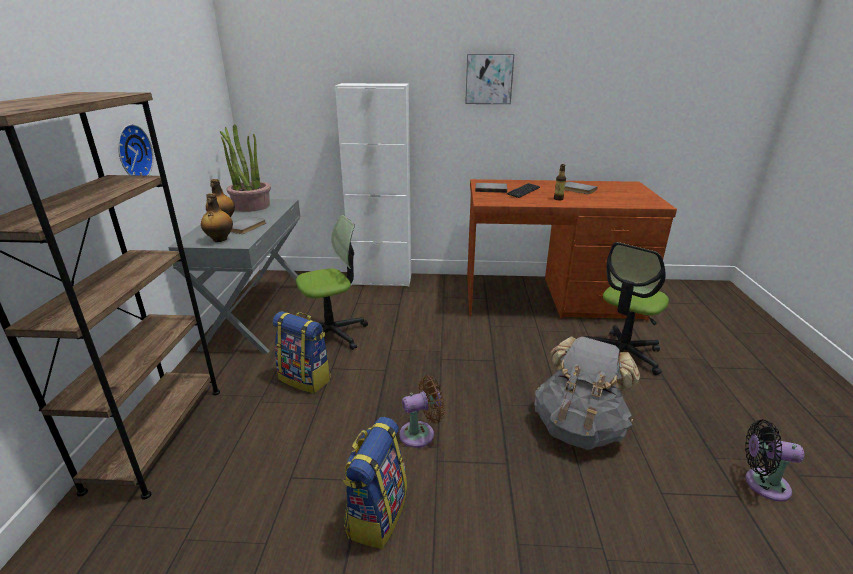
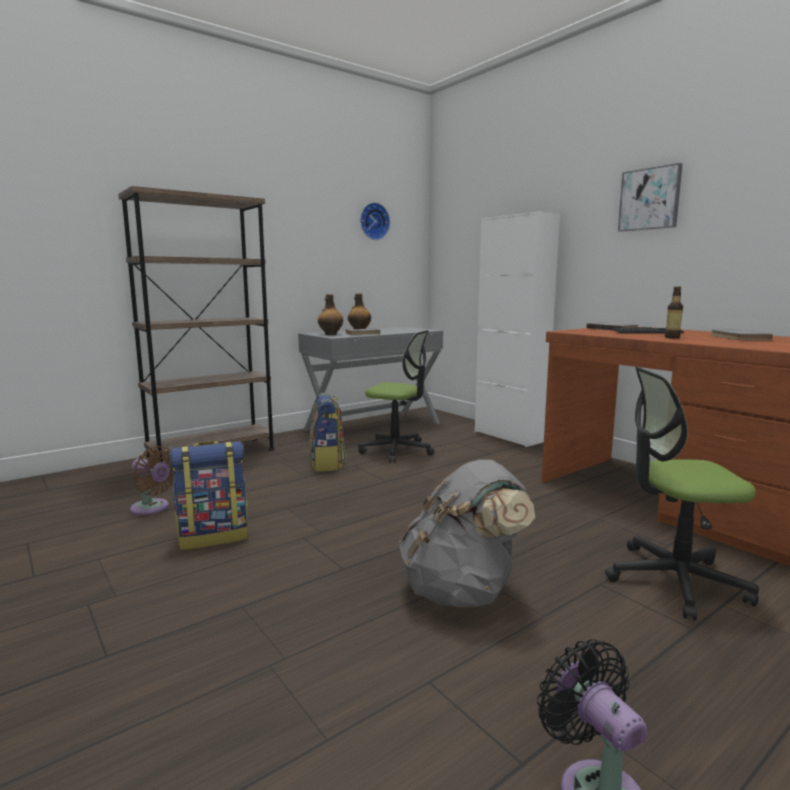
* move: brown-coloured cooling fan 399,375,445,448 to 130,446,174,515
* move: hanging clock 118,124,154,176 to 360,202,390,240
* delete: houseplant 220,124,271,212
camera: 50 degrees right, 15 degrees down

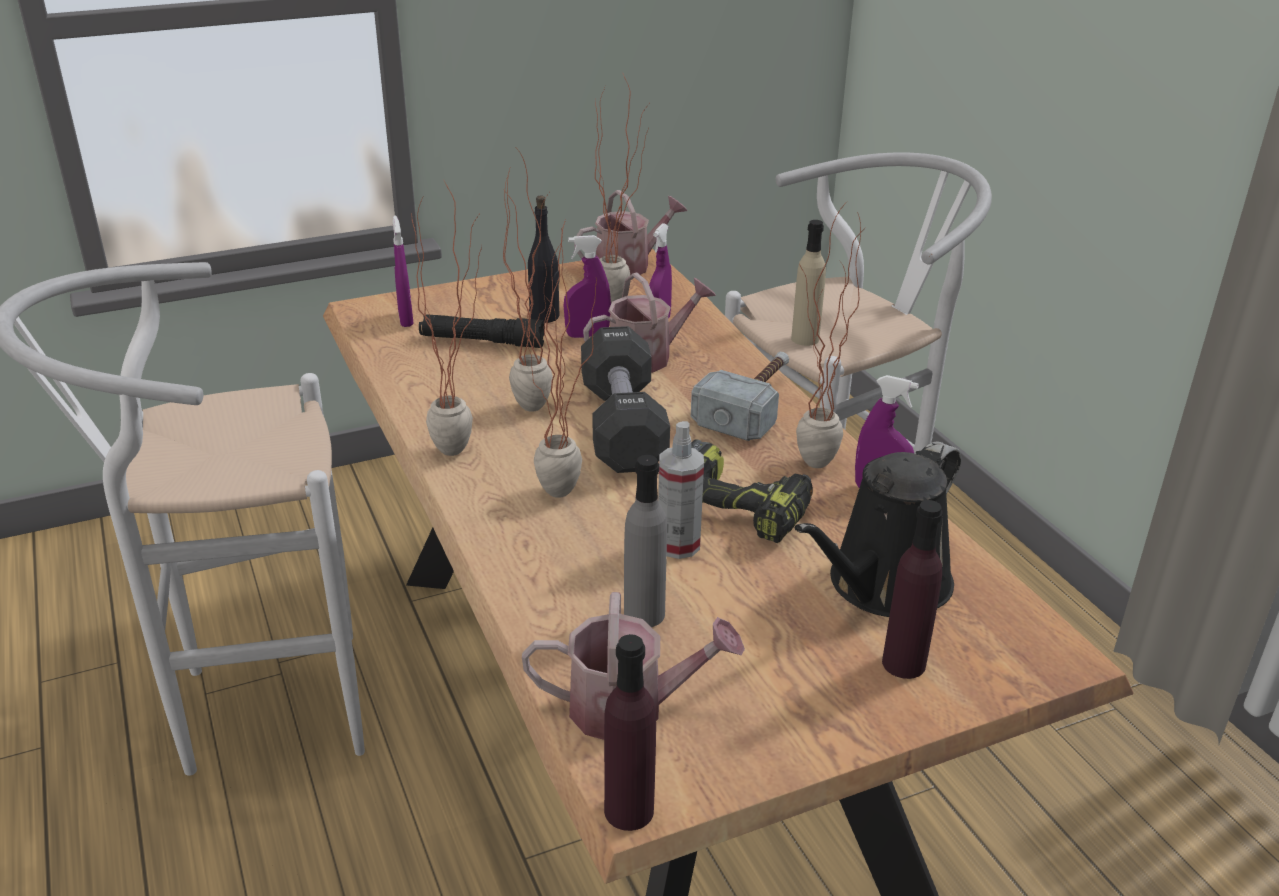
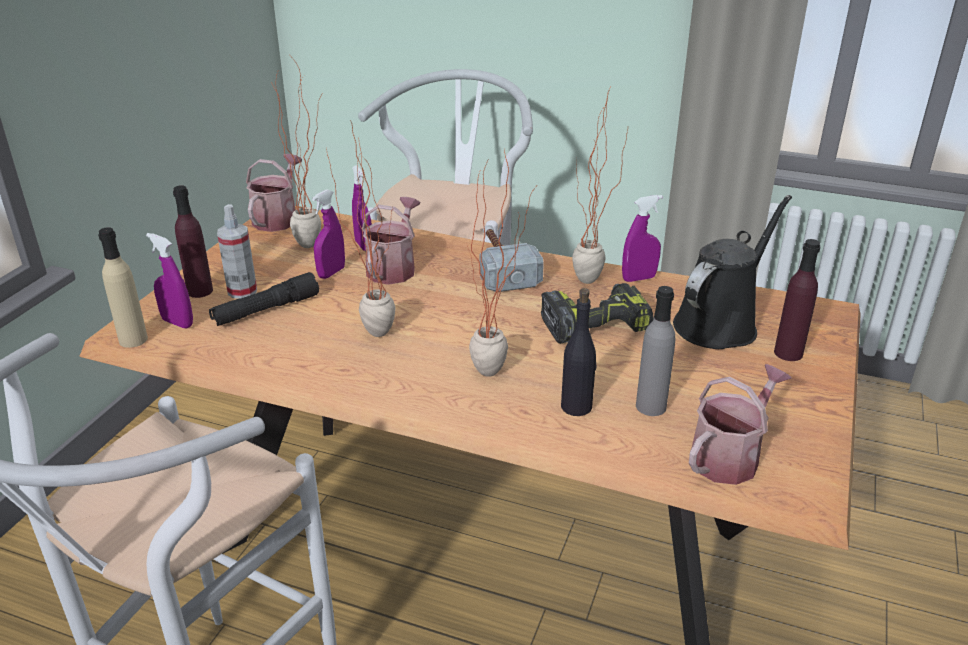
* move: beige bottle 791,220,826,346 to 98,227,148,348
* move: purplish bottle 604,634,656,831 to 173,185,213,298
* move: spray bottle 658,421,704,559 to 217,204,257,299
* move: black bottle 528,196,560,323 to 561,288,596,416
* rotate: black sprinkling can 795,441,961,617 = 673,195,792,349 135 degrees counterclockwise
* delete: houseplant 411,179,482,456
* delete: black dumbbell 581,326,670,473
camera: 45 degrees left, 0 degrees up

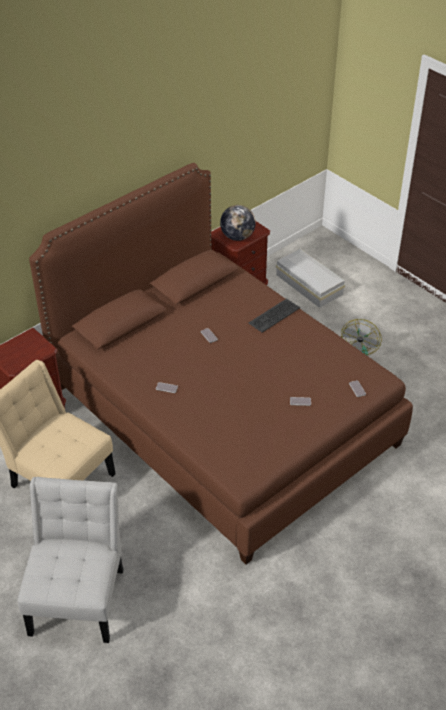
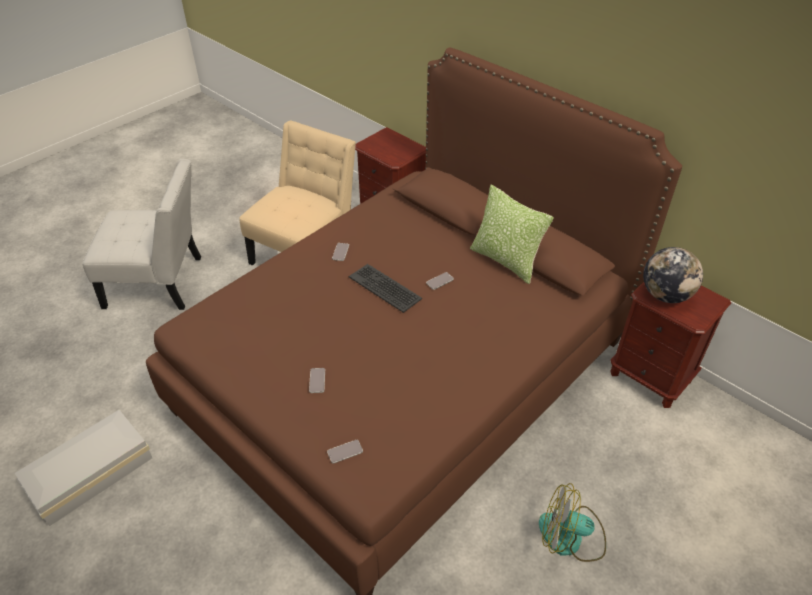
* move: white-coloured storage bin 276,249,345,308 to 15,410,152,526
* move: computer keyboard 249,299,300,333 to 349,264,422,313
* insert: throw pillow 470,185,554,284
camera: 85 degrees right, 0 degrees up

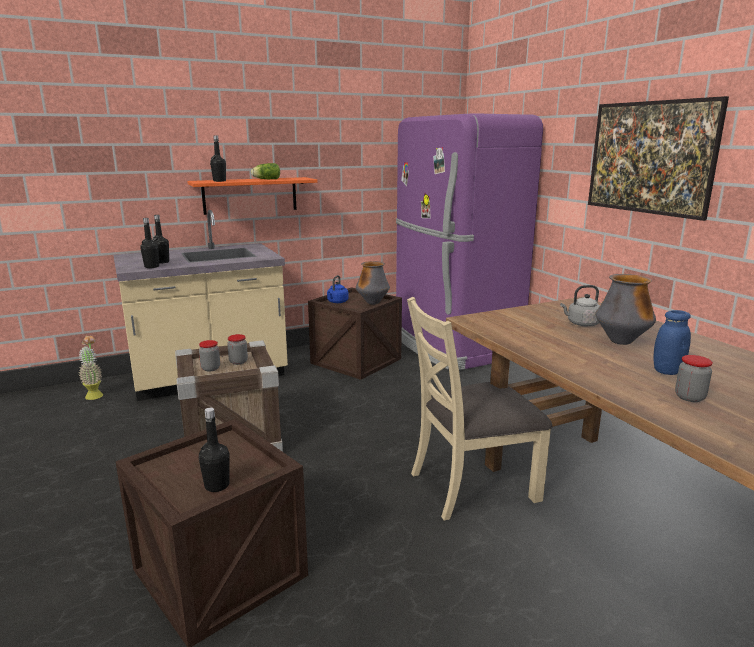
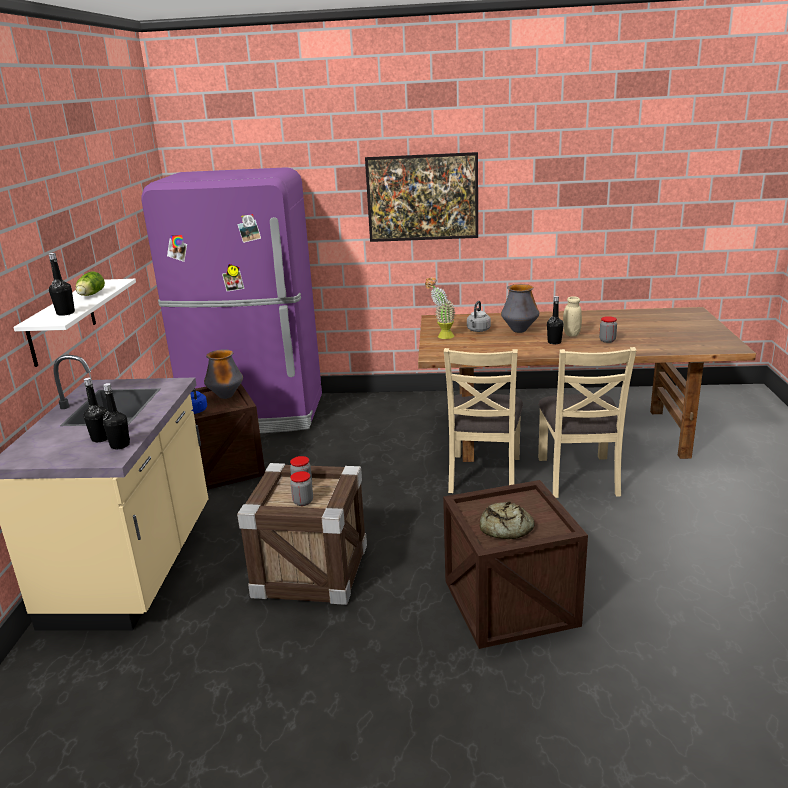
* recolor: orange-coloured shelf 187,177,317,215 to white-coloured shelf 14,279,136,367
* move: houseplant 79,335,103,400 to 425,277,455,339
* insert: bakery bread 480,502,535,539
* insert: beige chair 538,347,636,498
* move: black bottle 199,408,230,492 to 547,296,564,344
* recolor: blue storage jar 653,310,691,375 to beige storage jar 563,296,582,337
camera: 60 degrees left, 5 degrees up

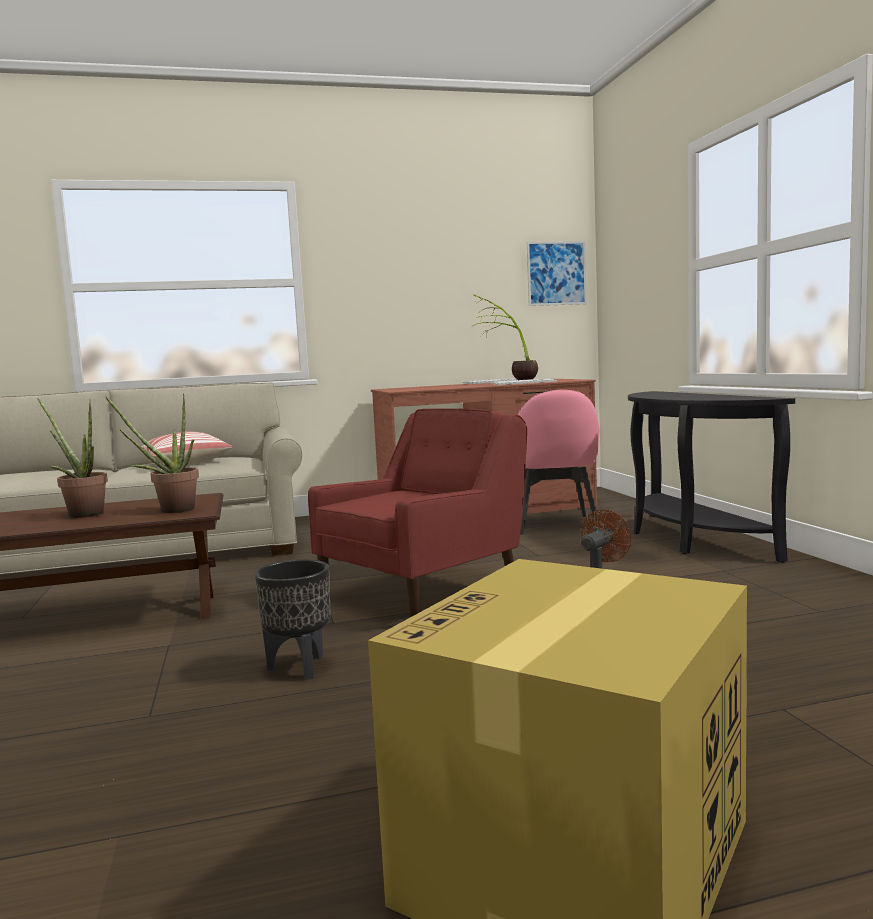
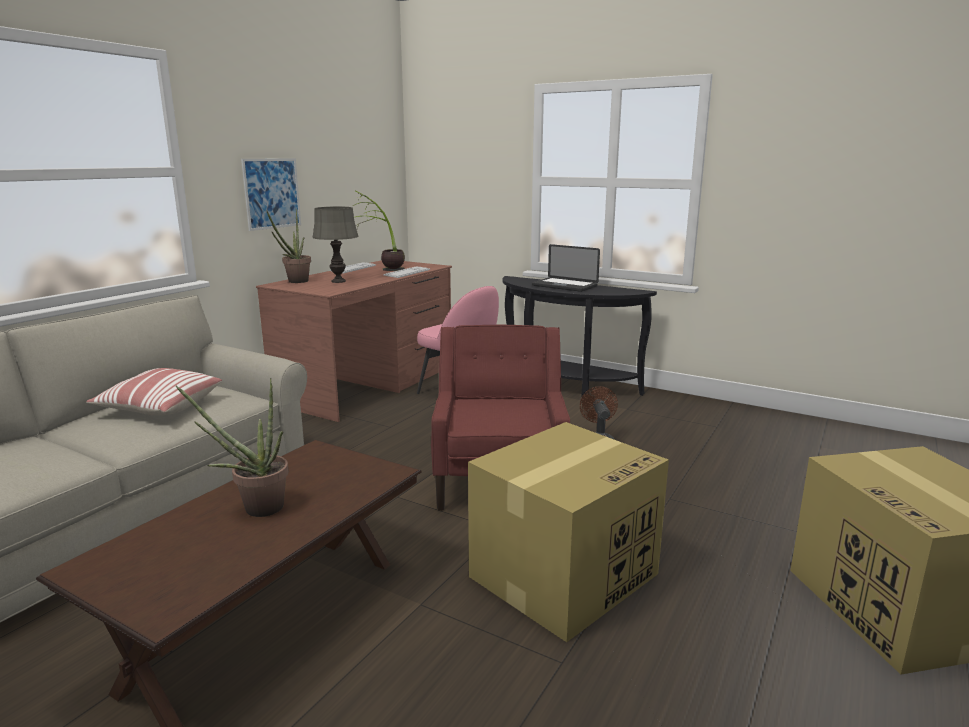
* move: picture 527,241,587,306 to 241,158,301,231
* move: houseplant 105,394,199,513 to 266,209,311,283
* insert: grey lamp for a table 312,207,359,283
* replace: black planter 255,559,331,680 to carton 468,422,669,642
* insert: notebook computer 532,244,600,292
camera: 45 degrees left, 10 degrees up

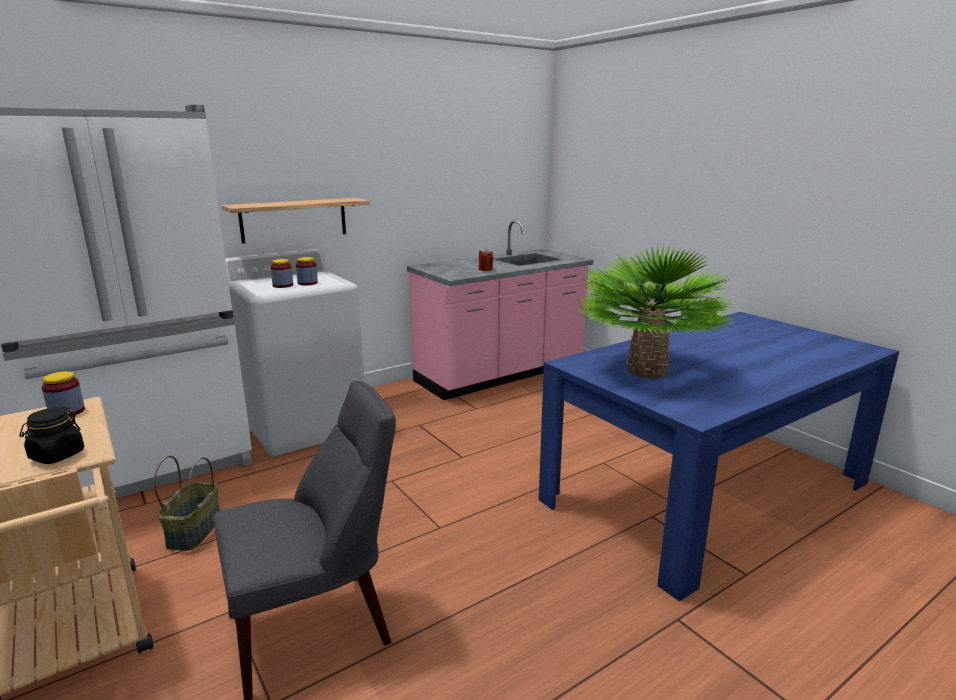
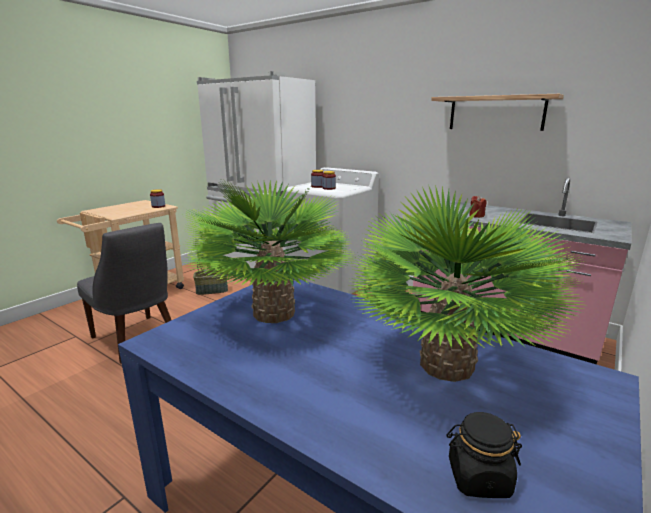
* insert: houseplant 350,184,586,382
* move: shelf 222,198,370,243 to 431,94,564,131
* move: black storage jar 19,407,84,464 to 446,412,522,498
camera: 70 degrees right, 0 degrees up

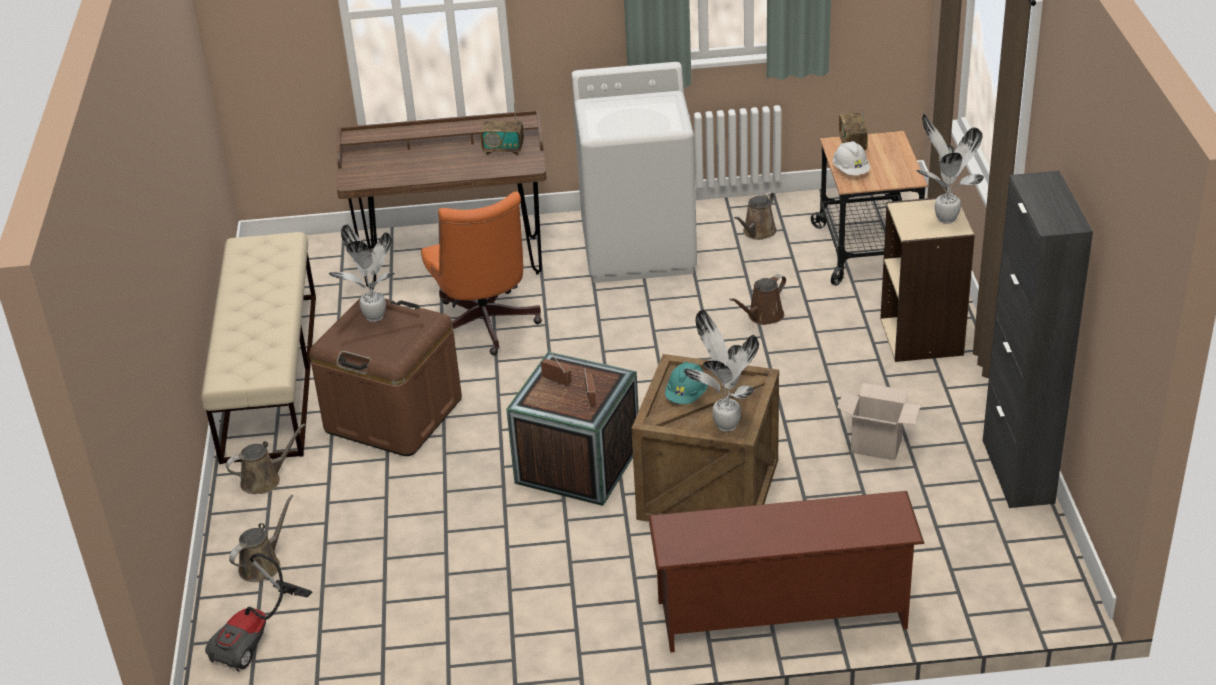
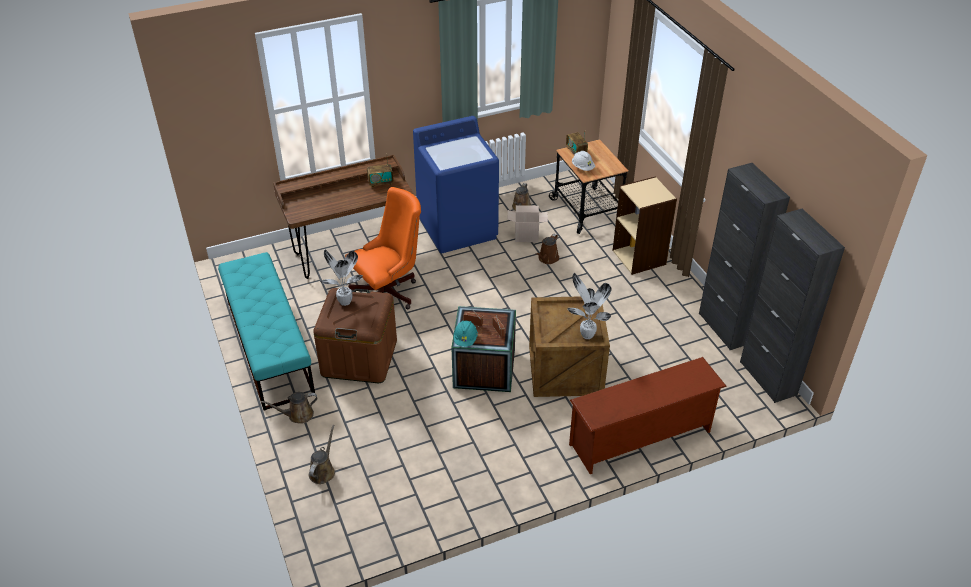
* recolor: beige indoor bench 201,232,316,464 to turquoise indoor bench 218,252,315,411
* rotate: brown-coloured sprinkling can 226,424,305,494 = 261,392,317,424 150 degrees counterclockwise
* rotate: orange-coloured computer chair 421,191,542,355 = 345,187,421,309 90 degrees counterclockwise
* recolor: white-coloured laundry appliance 571,62,697,283 to blue laundry appliance 413,116,499,253
* move: turquoise safety helmet 665,362,708,404 to 454,321,478,347
* move: carton 837,383,921,461 to 508,205,548,242
* insert: black storage cabinet 740,209,845,403
* delete: hoover 205,553,312,672
* delete: houseplant 916,114,984,224
camera: 20 degrees left, 5 degrees up

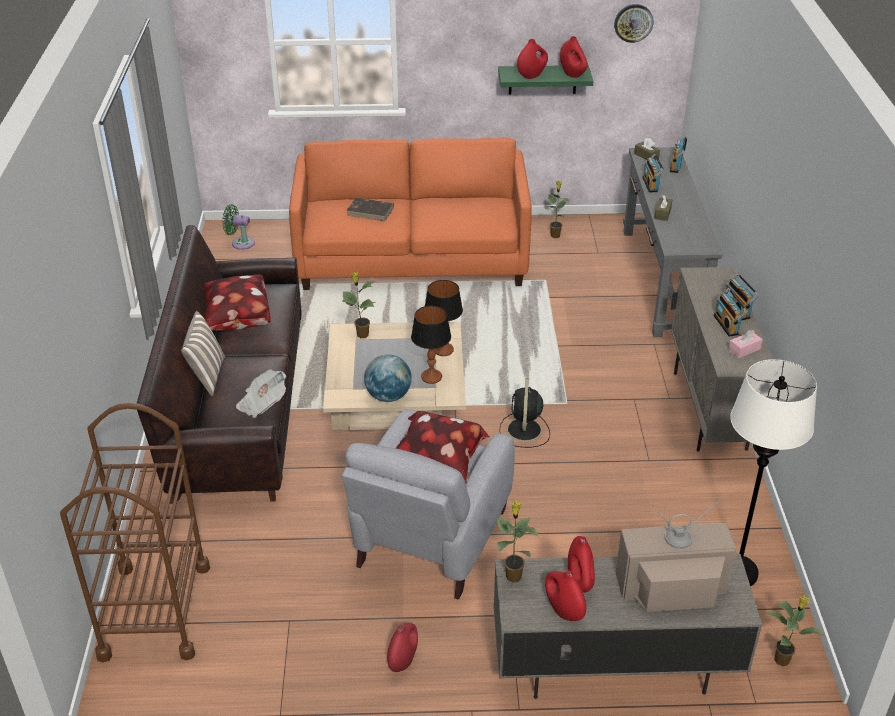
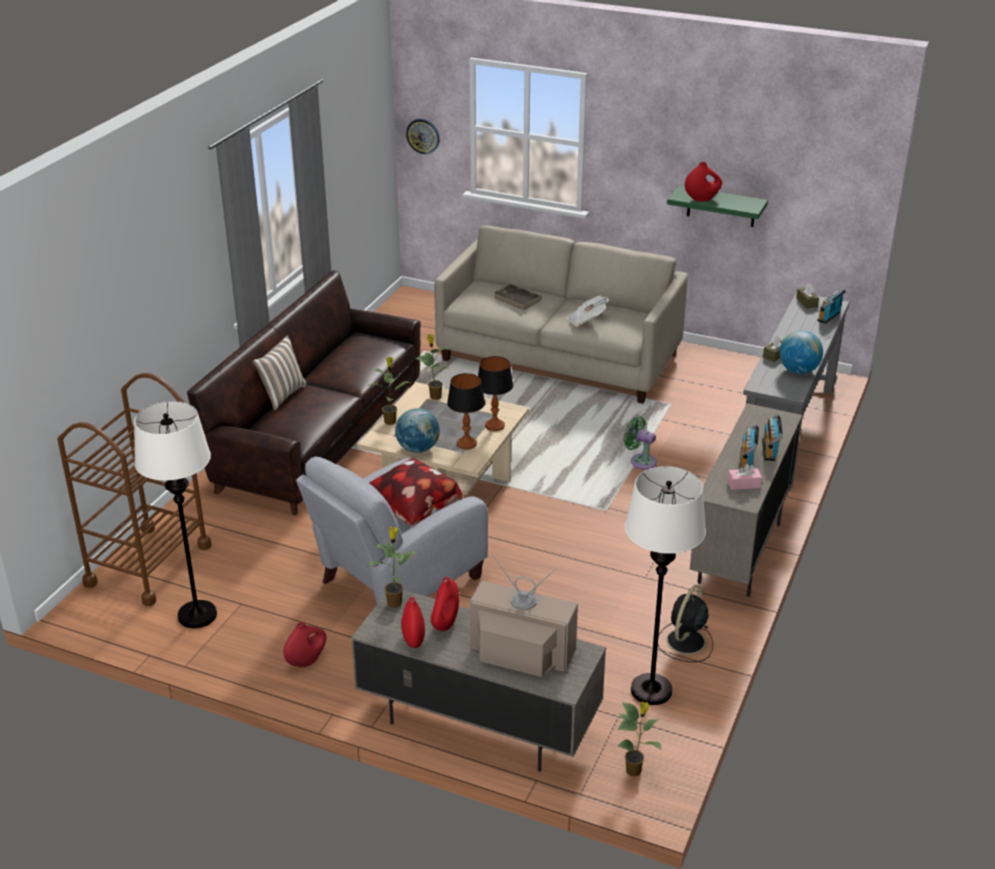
* insert: white-coloured floor lamp 134,401,217,628
* move: houseplant 544,181,569,238 to 368,357,410,425
* move: hanging clock 614,4,653,43 to 406,119,440,154
* recolor: orange-coloured couch 289,138,532,290 to beige couch 435,226,688,404
* move: newspaper 236,369,286,418 to 565,295,609,326
* move: green-coloured cooling fan 222,204,255,250 to 624,416,657,470
* move: black cooling fan 499,378,550,448 to 658,585,713,662
* insert: world globe 779,331,823,374
* delete: throw pillow 204,275,271,330
* delete: reddish flower vase 560,36,588,78
* delete: radio 642,154,664,193
camera: 25 degrees right, 5 degrees down

